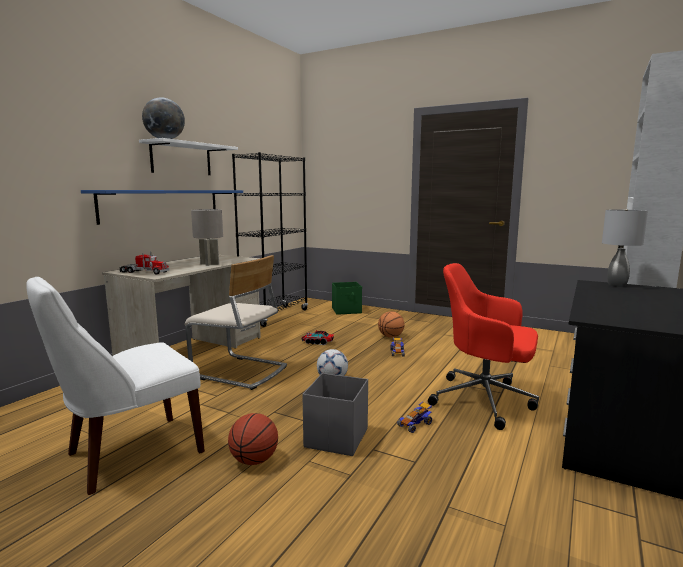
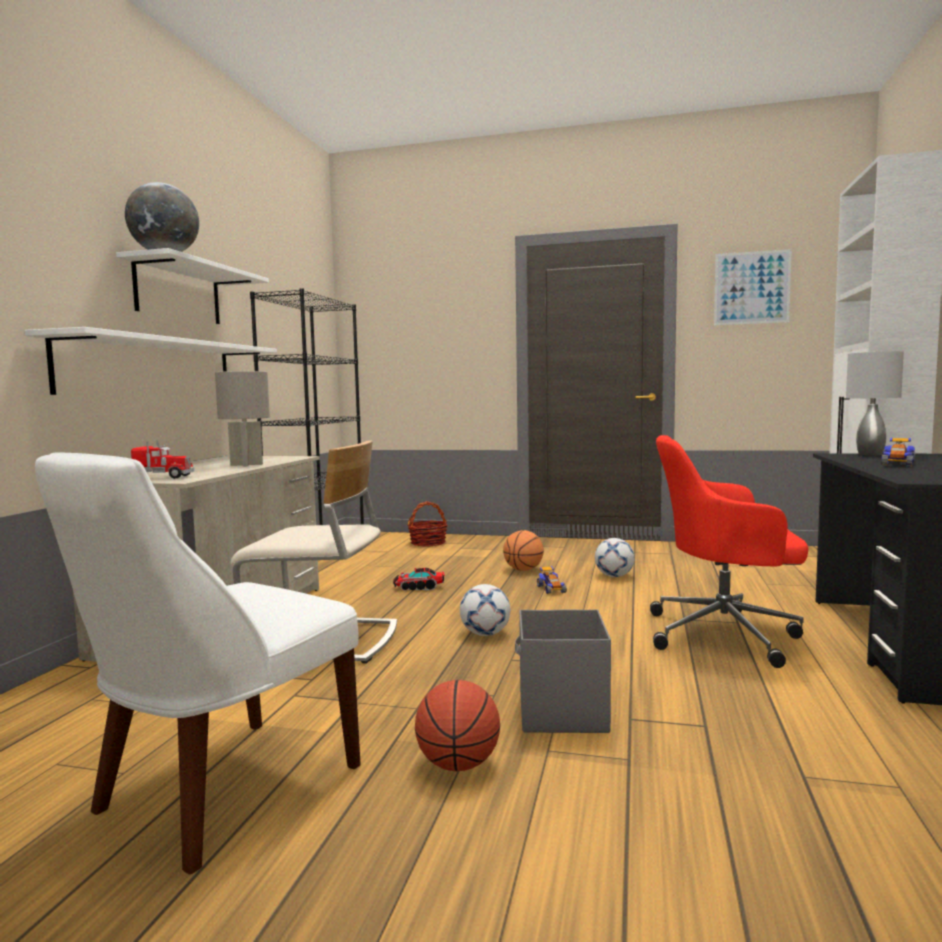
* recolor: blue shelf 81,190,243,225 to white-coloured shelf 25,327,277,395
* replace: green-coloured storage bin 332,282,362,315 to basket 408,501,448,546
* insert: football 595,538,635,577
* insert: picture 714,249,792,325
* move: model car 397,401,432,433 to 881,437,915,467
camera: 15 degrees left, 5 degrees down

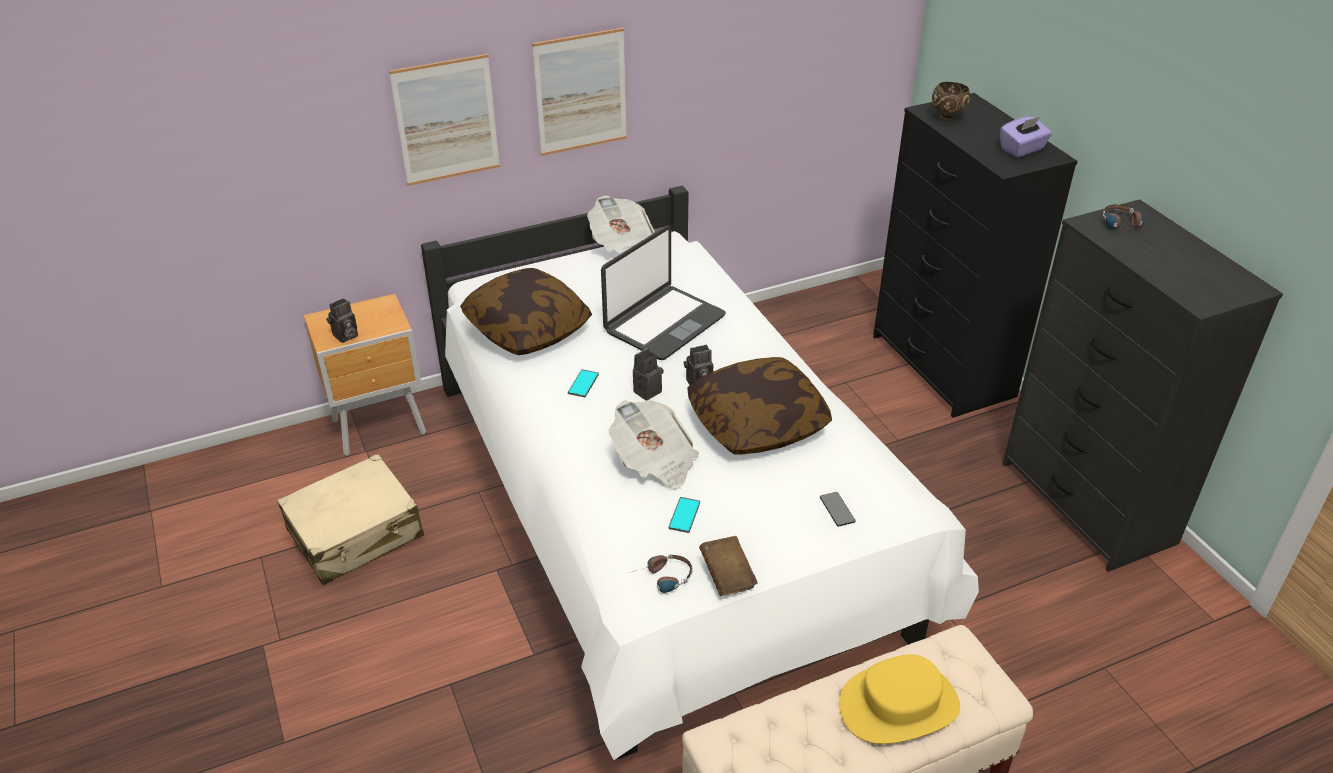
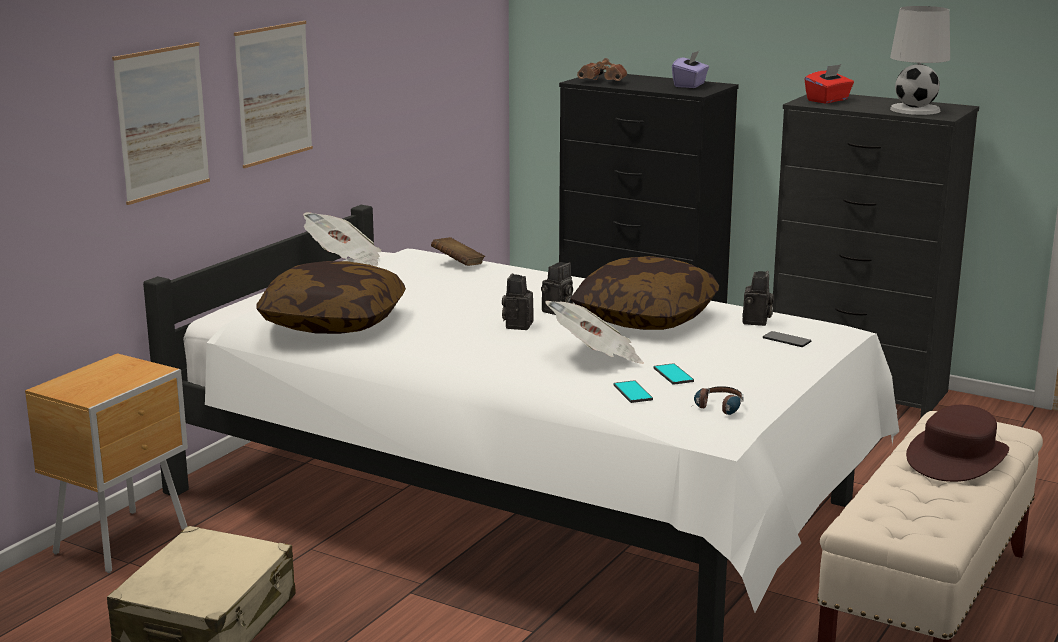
* move: brown-coloured bound book 699,536,758,596 to 431,237,485,266
* replace: brown-coloured serving bowl 932,82,970,121 to brown-coloured pair of binoculars 577,58,627,81
* move: phone 568,369,599,397 to 613,380,653,403
* move: photo camera 326,298,358,343 to 742,271,774,326
* replace: headphones 1102,205,1144,230 to reddish box of tissues 805,64,854,103
* insert: white-coloured lamp for a table 890,6,950,115
* recolor: yellowish hat 839,654,960,744 to brown-coloured hat 906,405,1009,482
* delete: notebook computer 601,226,726,360
camera: 35 degrees left, 20 degrees down

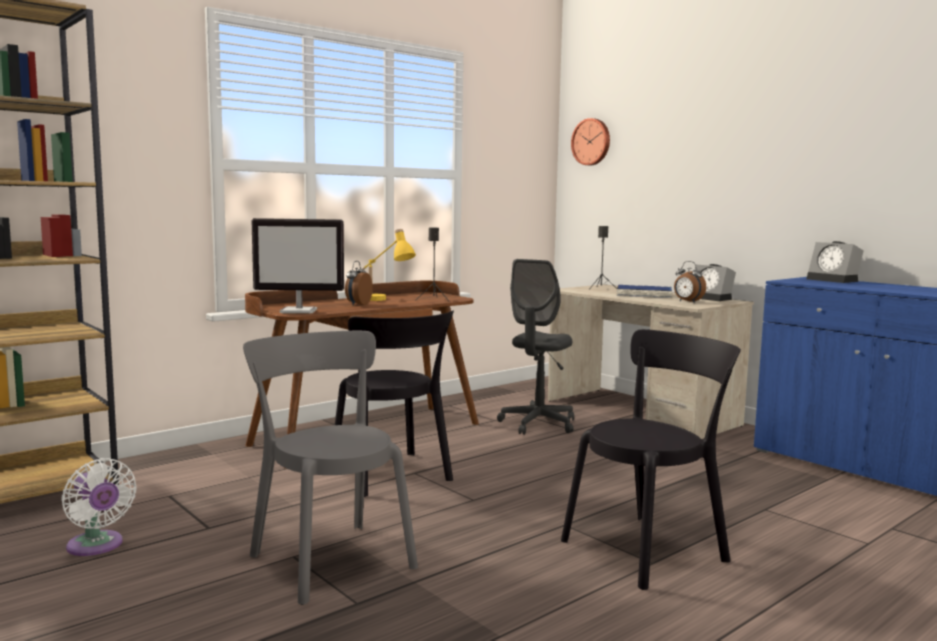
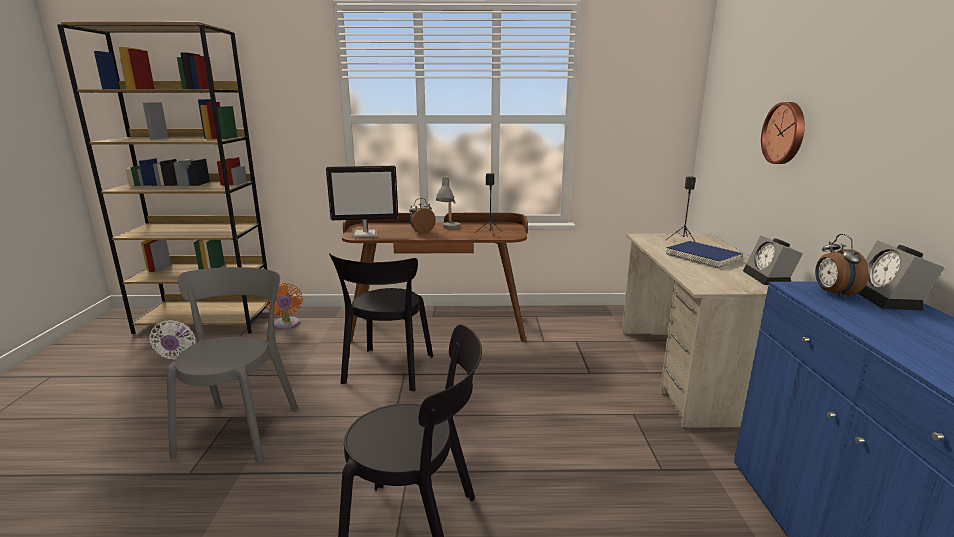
* insert: orange-coloured cooling fan 265,283,303,329
* rotate: monitor 251,218,344,314 = 326,166,398,238 45 degrees counterclockwise
* recolor: yellowish lamp for a table 363,229,416,301 to grey lamp for a table 436,176,460,229
* move: hanging clock 571,118,610,165 to 761,102,805,164
* move: table clock 674,261,706,303 to 815,234,869,299
* delete: grey computer chair 497,259,574,435
camera: 40 degrees right, 10 degrees up

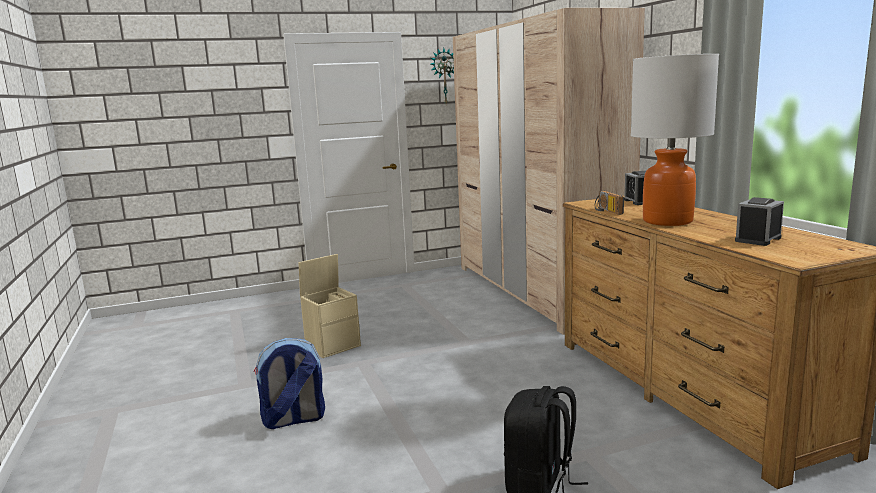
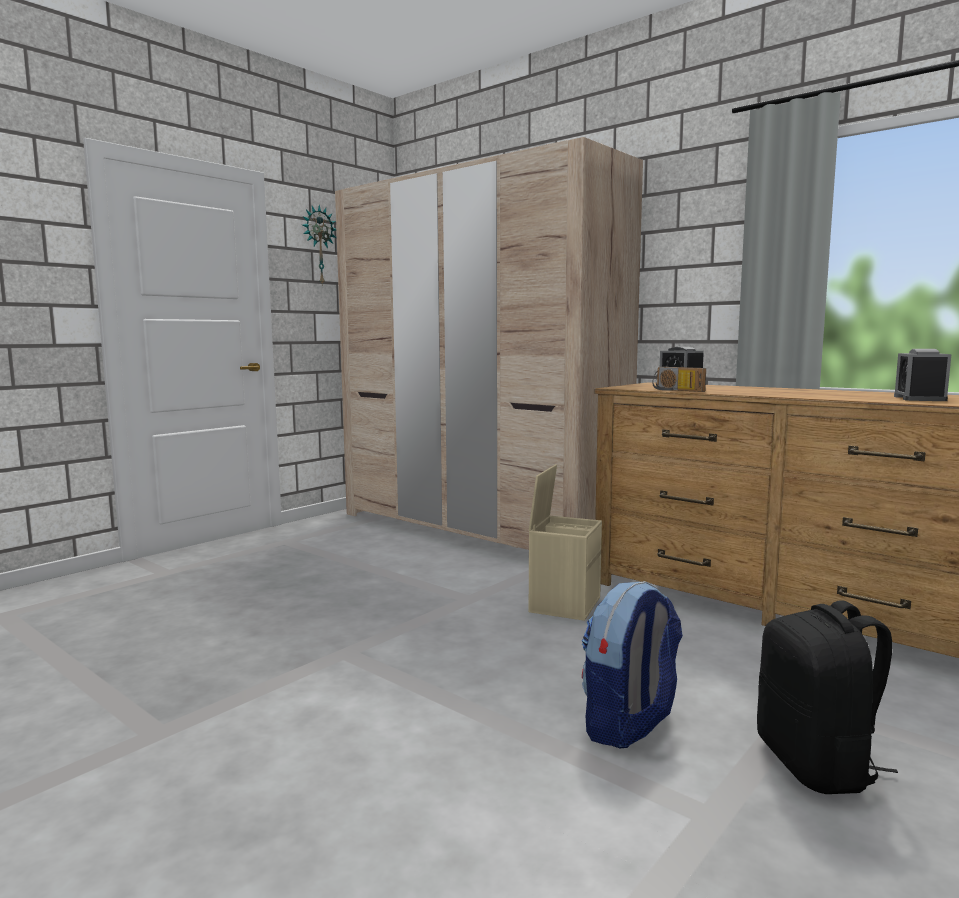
* move: beige storage bin 299,254,361,358 to 529,464,602,621
* move: rucksack 254,338,325,429 to 582,581,683,748
* delete: lamp for a table 631,54,719,226
camera: 30 degrees left, 5 degrees down

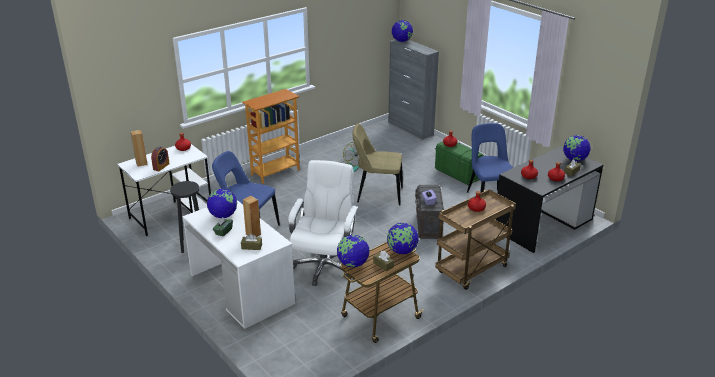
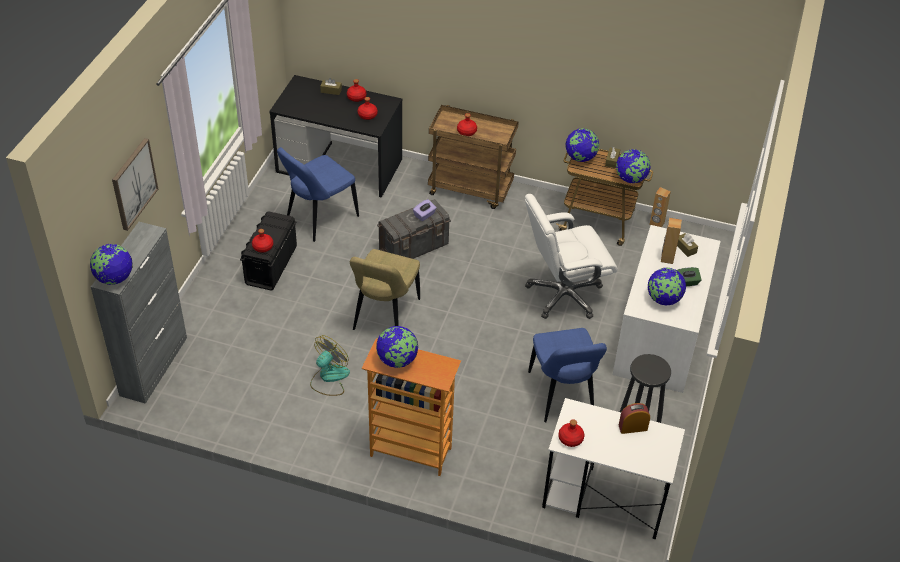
* insert: picture 112,138,158,231
* recolor: green-coloured storage bin 435,142,483,185 to black storage bin 240,211,297,291
* rotate: beige chair 353,124,403,206 = 350,249,420,330 45 degrees clockwise
* move: world globe 563,135,591,161 to 376,326,418,368
* move: brown-coloured audio speaker 131,130,148,167 to 649,187,671,227
camera: 125 degrees left, 15 degrees up

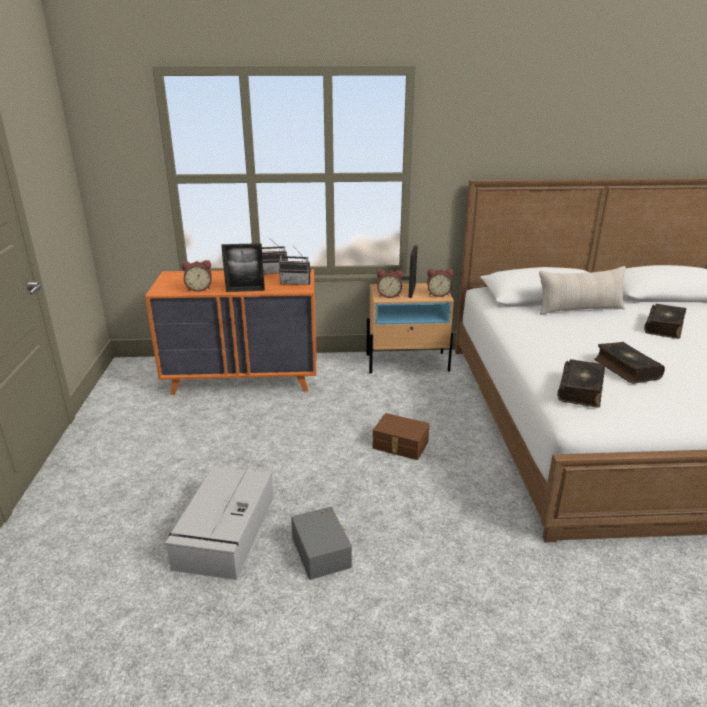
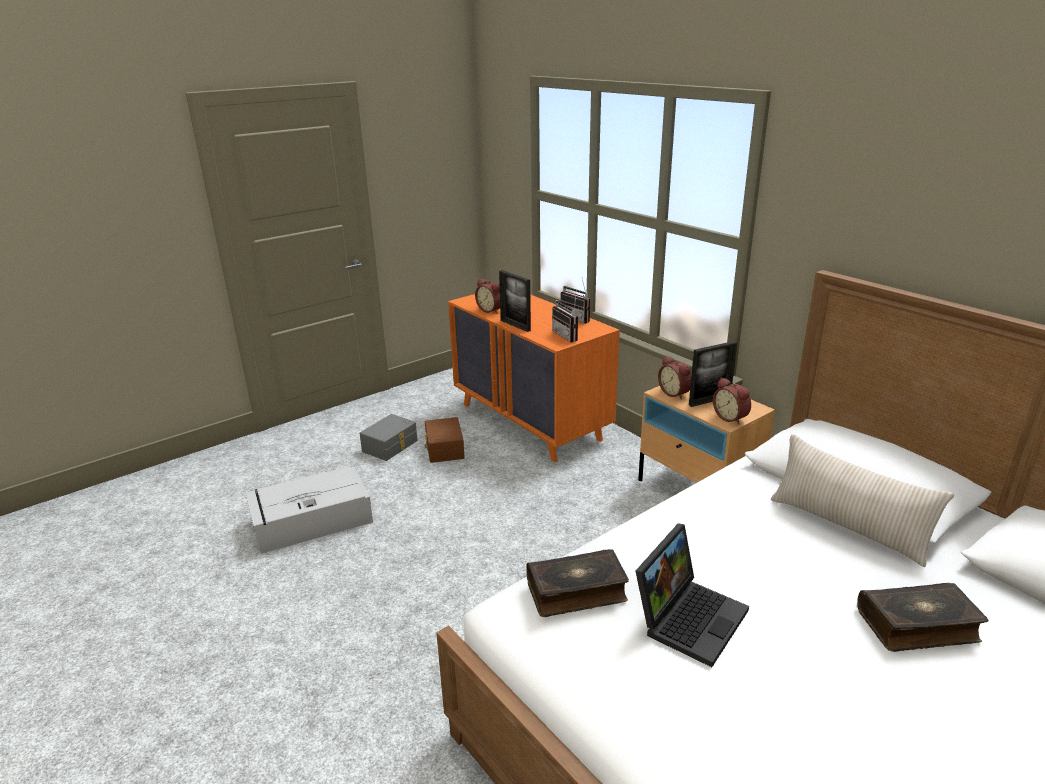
* move: grey storage bin 291,507,352,580 to 360,414,418,461
* move: brown-coloured storage bin 373,413,430,460 to 424,417,465,463
* replace: bound book 594,342,665,384 to notebook computer 636,524,749,667
camera: 55 degrees right, 0 degrees up

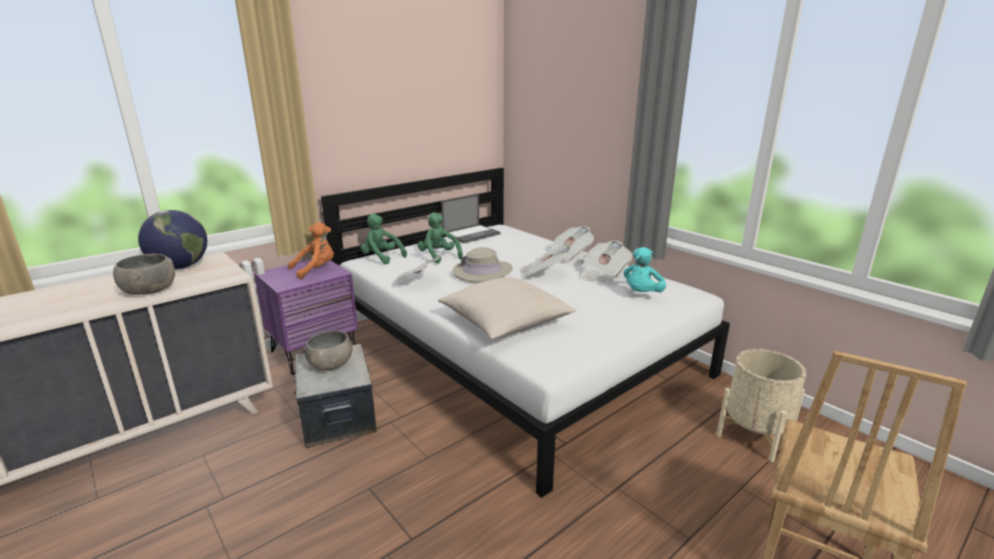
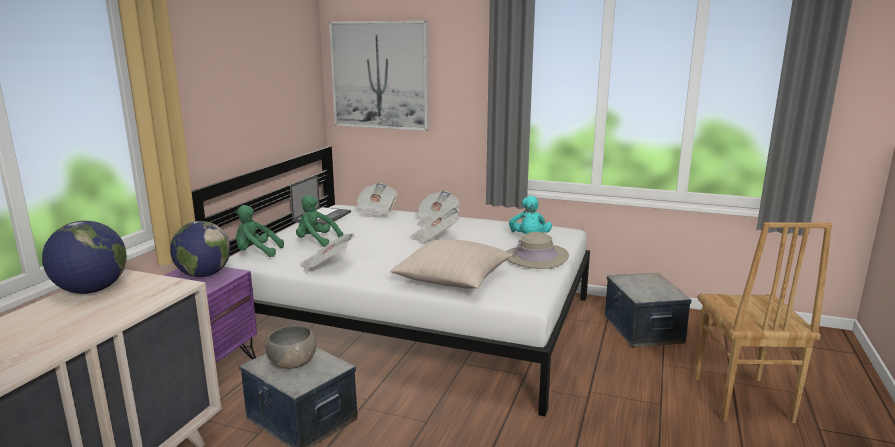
* replace: orange-coloured soft toy 288,222,334,279 to world globe 170,221,231,277
* insert: picture 329,21,429,131
* move: newspaper 581,241,633,282 to 357,183,398,218
* move: beige hat 452,247,512,282 to 506,232,569,269
* replace: beige planter 716,349,806,462 to storage bin 605,273,691,348
* delete: grey serving bowl 113,254,175,295
camera: 30 degrees left, 5 degrees down

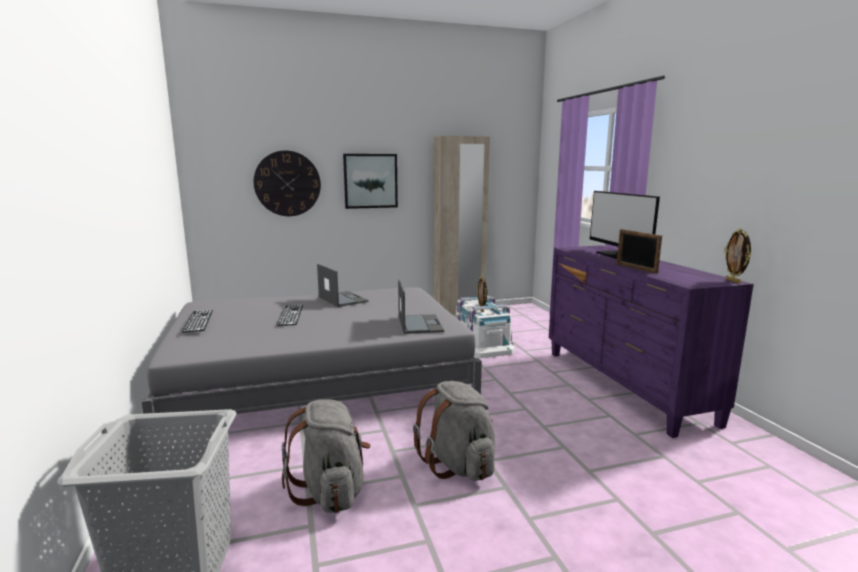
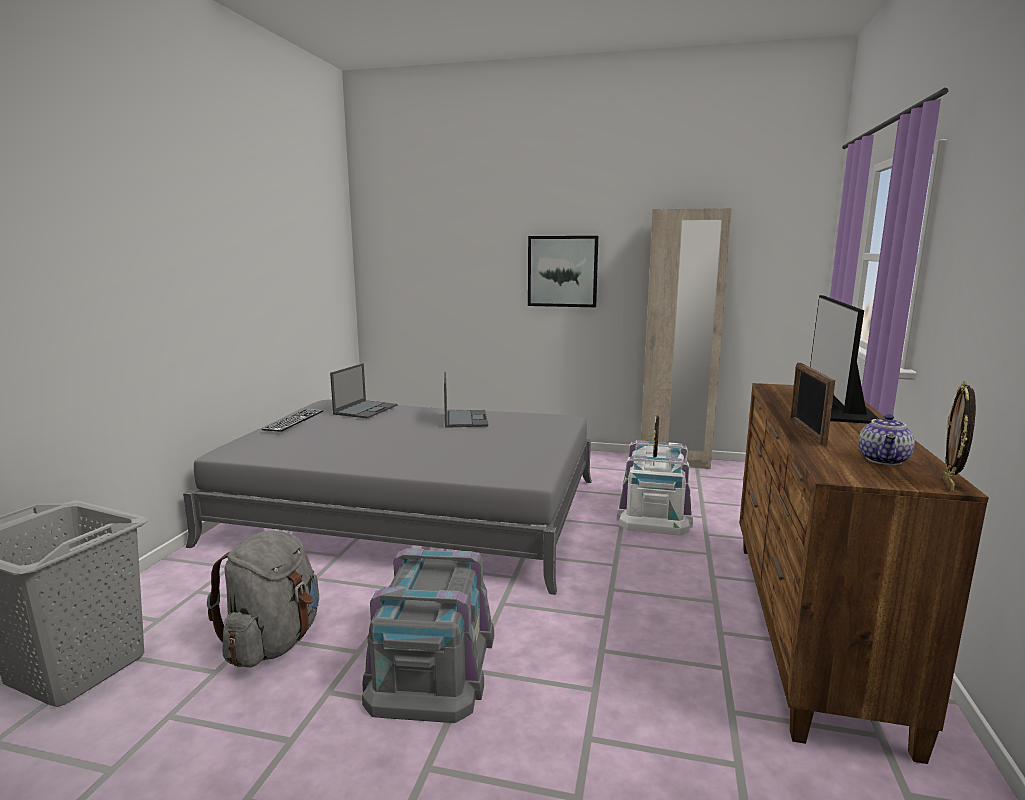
* move: notebook computer 398,280,444,334 to 330,363,397,418
* replace: grey rucksack 413,381,495,481 to grey storage bin 362,548,494,723
* recolor: purplish dresser 549,245,754,438 to brown-coloured dresser 739,383,989,764
* insert: teapot 858,414,915,465
* delete: hanging clock 254,151,321,216
* delete: computer keyboard 276,305,303,326
camera: 30 degrees right, 0 degrees up

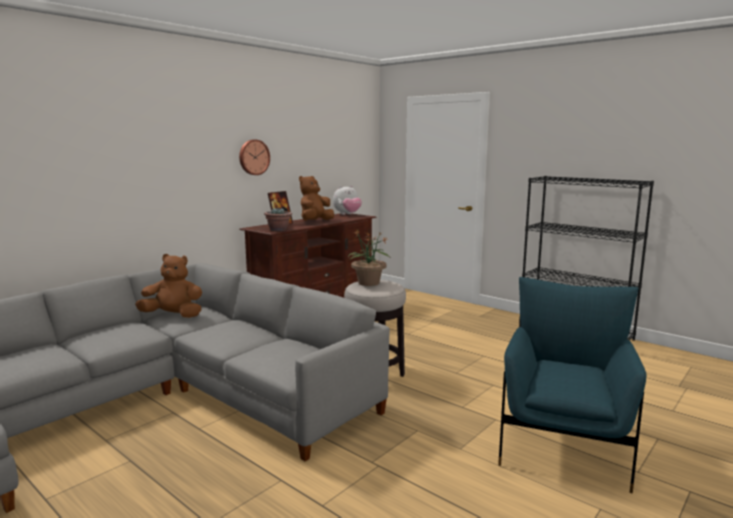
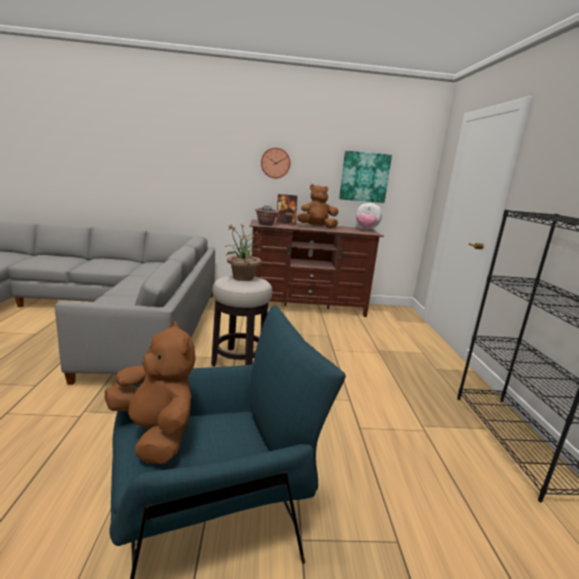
* move: brown-coloured soft toy 135,254,202,318 to 105,321,195,464
* insert: picture 339,151,392,203
camera: 45 degrees right, 5 degrees up

